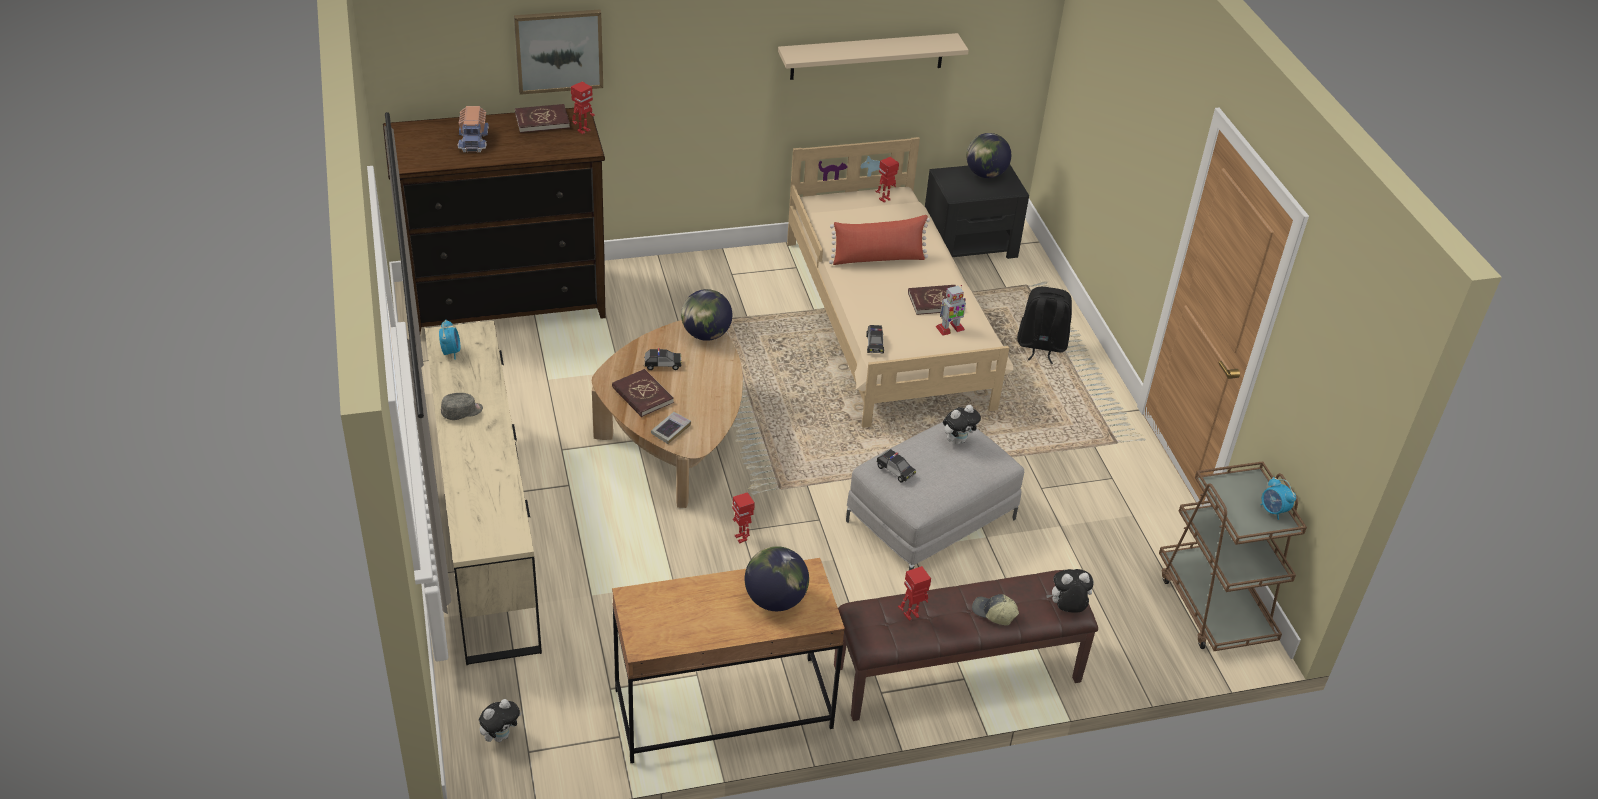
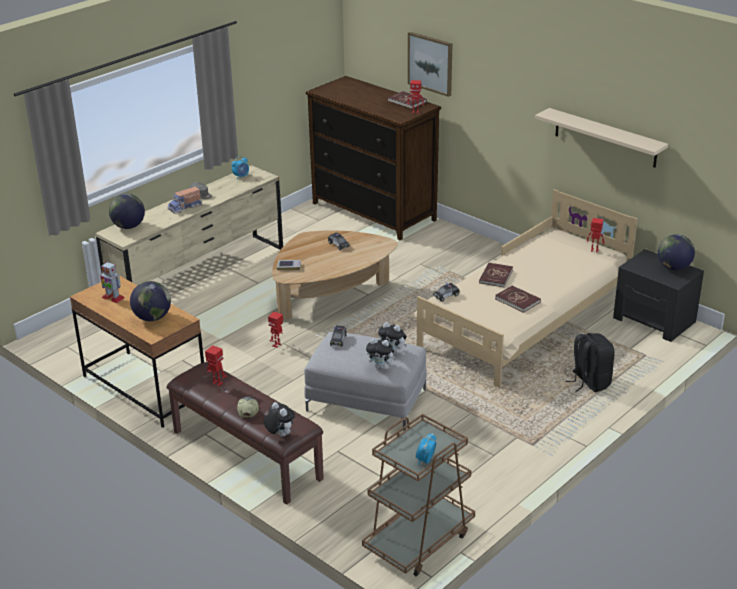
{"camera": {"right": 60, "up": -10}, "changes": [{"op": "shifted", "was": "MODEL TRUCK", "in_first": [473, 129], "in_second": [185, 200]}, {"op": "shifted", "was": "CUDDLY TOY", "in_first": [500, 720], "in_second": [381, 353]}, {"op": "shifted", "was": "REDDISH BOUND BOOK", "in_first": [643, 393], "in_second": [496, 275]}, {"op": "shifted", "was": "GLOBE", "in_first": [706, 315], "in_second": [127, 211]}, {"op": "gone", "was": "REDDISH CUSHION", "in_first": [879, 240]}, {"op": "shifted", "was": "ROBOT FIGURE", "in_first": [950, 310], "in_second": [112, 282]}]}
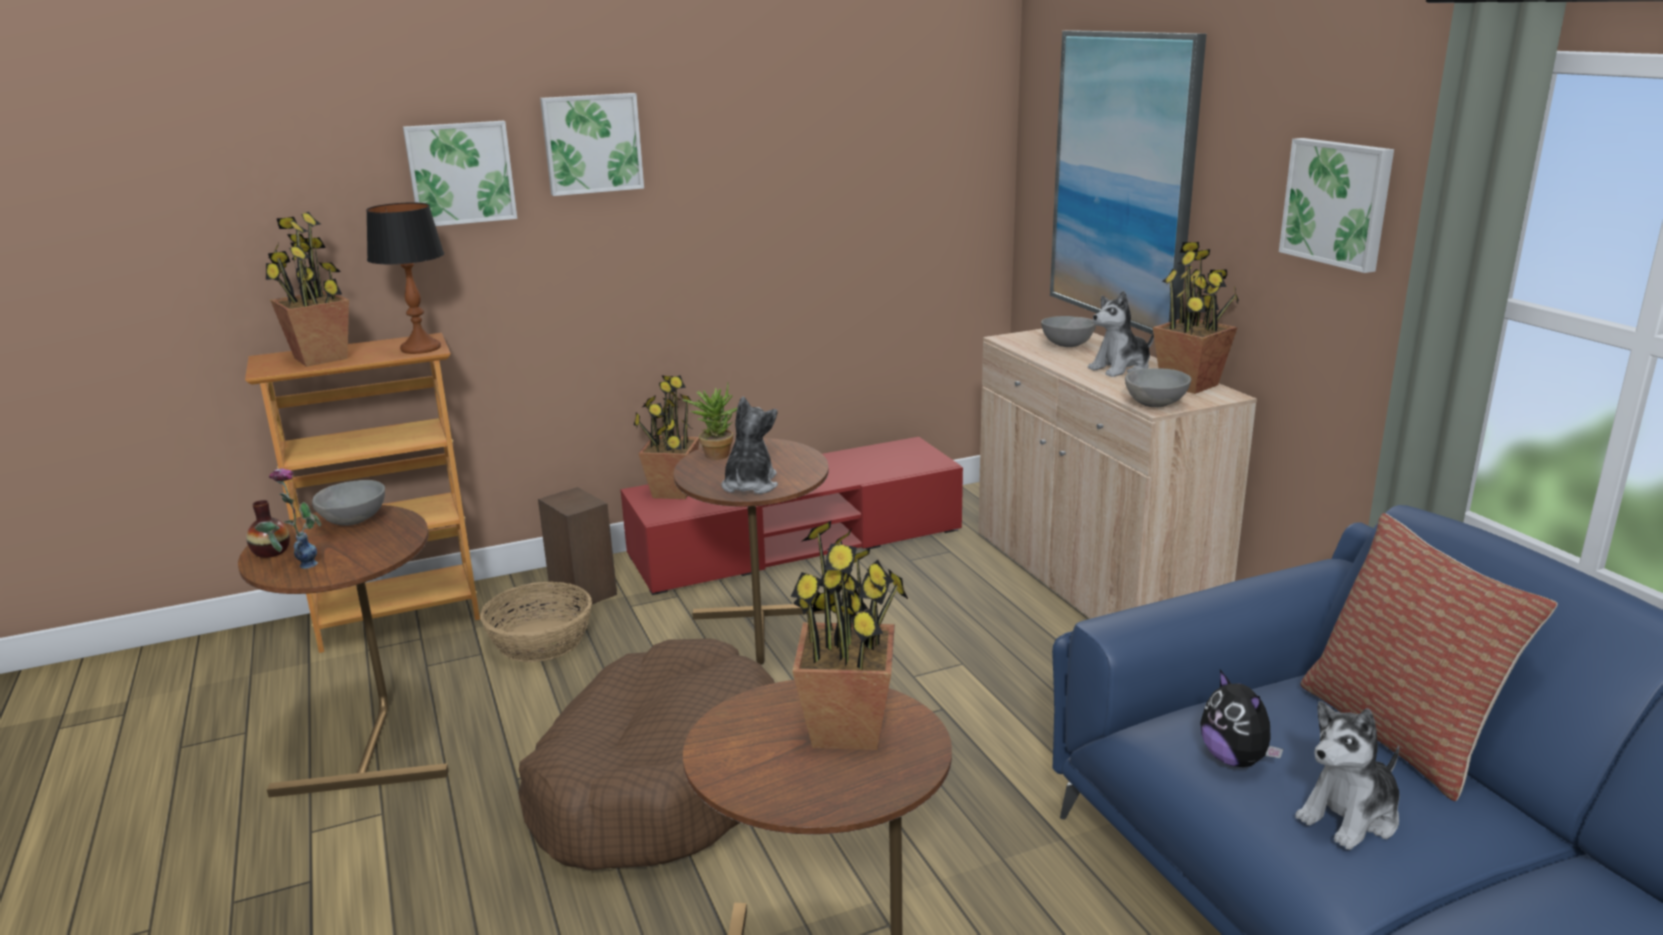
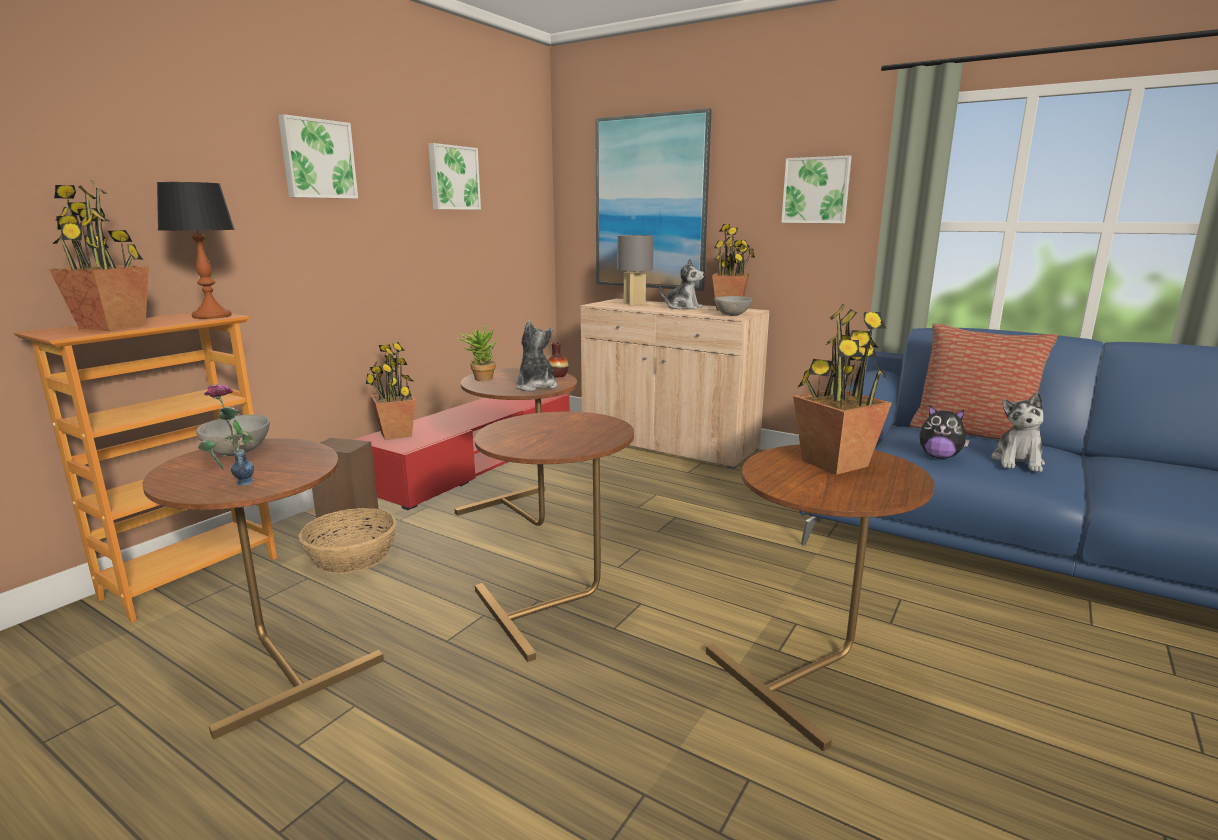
{"camera": {"right": -35, "up": -5}, "changes": [{"op": "shifted", "was": "VASE", "in_first": [268, 529], "in_second": [558, 360]}, {"op": "shifted", "was": "PICTURE", "in_first": [460, 173], "in_second": [454, 176]}, {"op": "swapped", "was": "BROWN DOG BED", "now": "BROWN SIDE TABLE", "in_first": [646, 754], "in_second": [554, 537]}, {"op": "swapped", "was": "GRAY BOWL", "now": "GRAY LAMP FOR A TABLE", "in_first": [1068, 331], "in_second": [635, 270]}, {"op": "rotated", "was": "CUDDLY TOY", "in_first": [1121, 334], "in_second": [682, 284], "clockwise": -90}]}
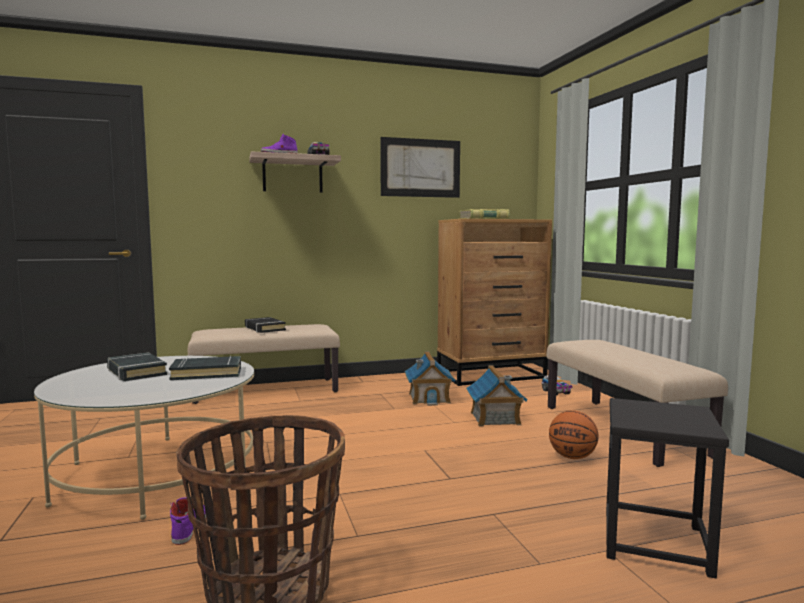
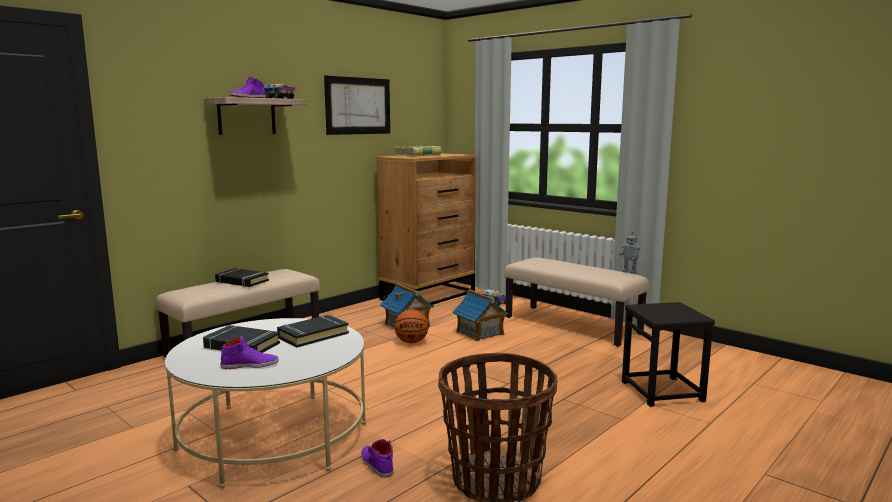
{"camera": {"right": -30, "up": 5}, "changes": [{"op": "shifted", "was": "BASKETBALL BALL", "in_first": [574, 434], "in_second": [411, 326]}, {"op": "new", "now": "PURPLE-COLOURED LOW SHOE", "in_second": [249, 352]}, {"op": "new", "now": "ROBOT FIGURE", "in_second": [629, 253]}]}
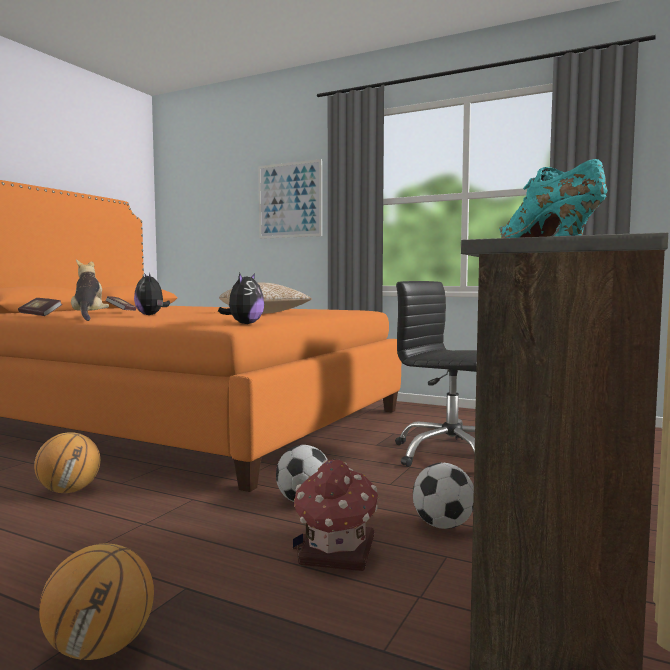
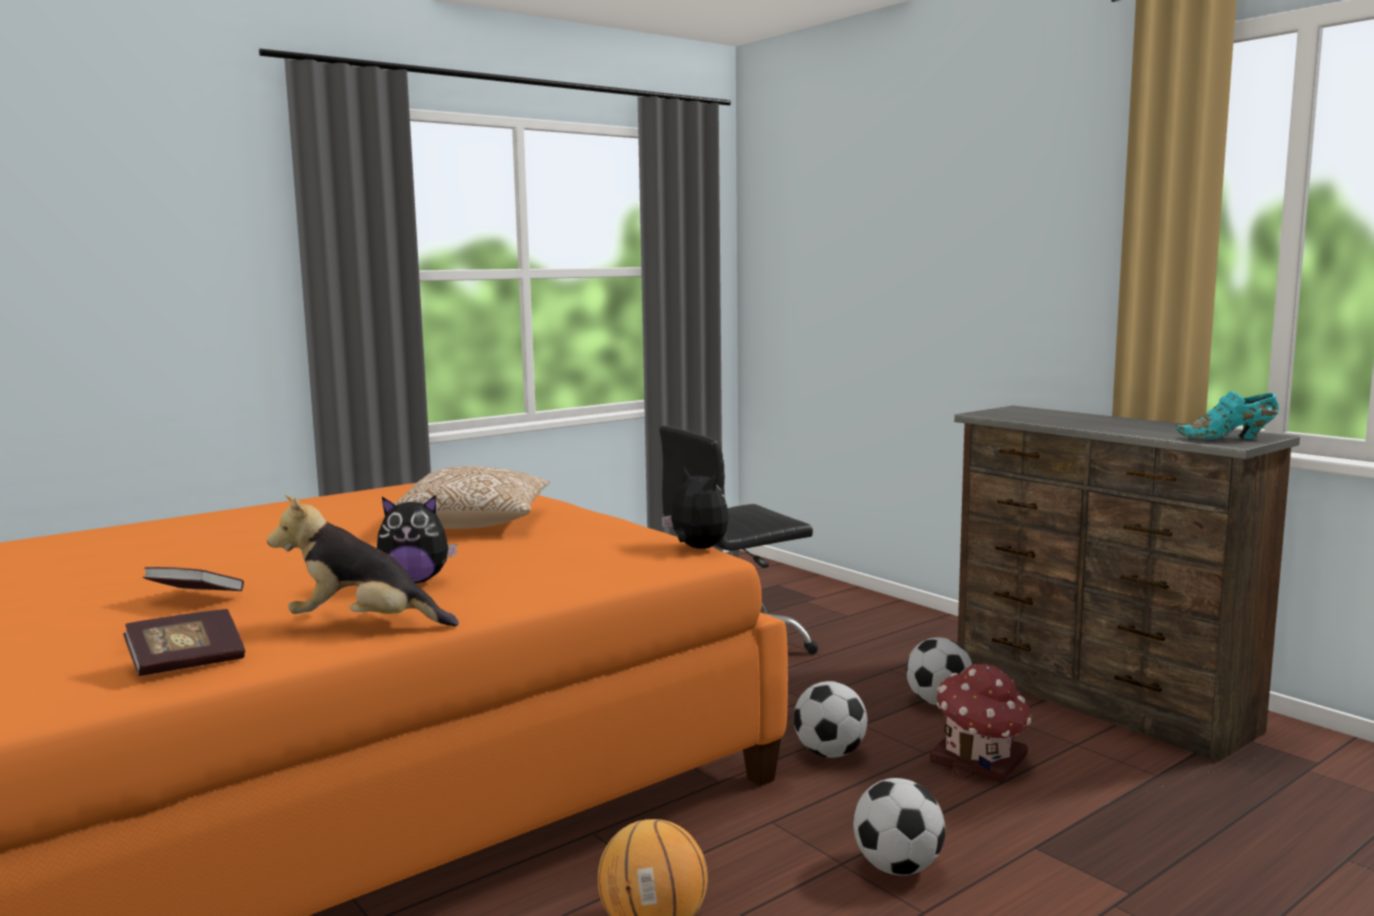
{"camera": {"right": -65, "up": 5}, "changes": [{"op": "gone", "was": "BASKETBALL BALL", "in_first": [96, 602]}, {"op": "gone", "was": "PICTURE", "in_first": [290, 199]}, {"op": "new", "now": "BALL FOR FOOTBALL", "in_second": [899, 827]}]}
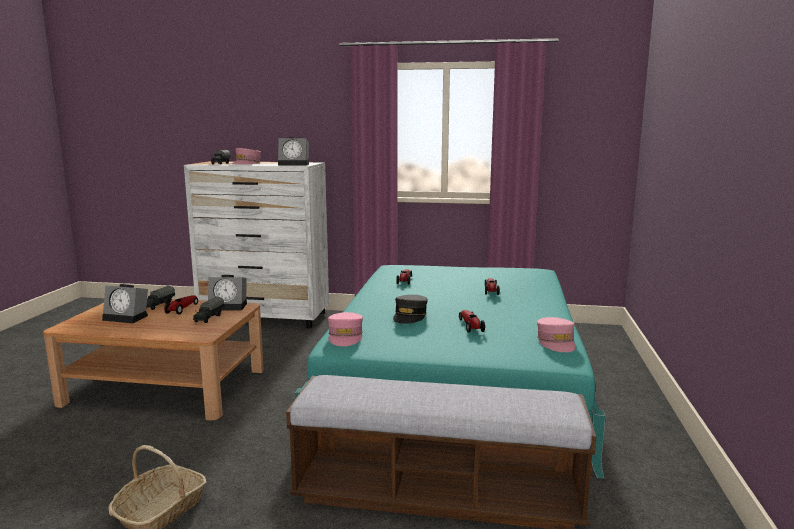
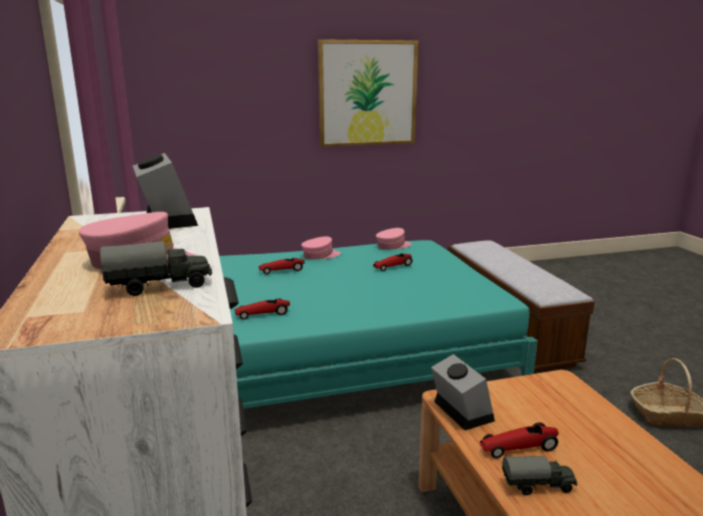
{"camera": {"right": -115, "up": 5}, "changes": [{"op": "gone", "was": "ALARM CLOCK", "in_first": [125, 303]}, {"op": "gone", "was": "MODEL TRUCK", "in_first": [208, 310]}, {"op": "shifted", "was": "PINK CAP", "in_first": [345, 329], "in_second": [321, 248]}, {"op": "gone", "was": "GRAY CAP", "in_first": [410, 309]}, {"op": "new", "now": "PICTURE", "in_second": [368, 93]}]}
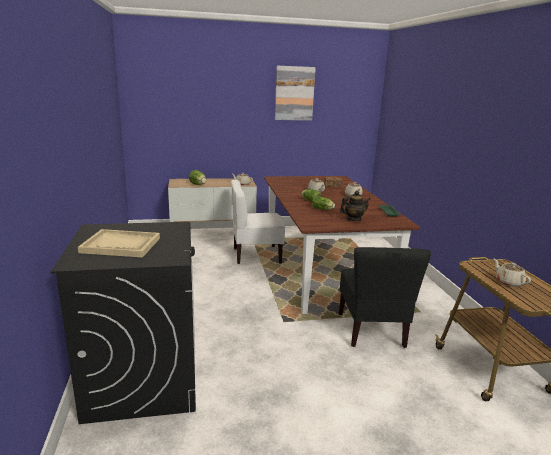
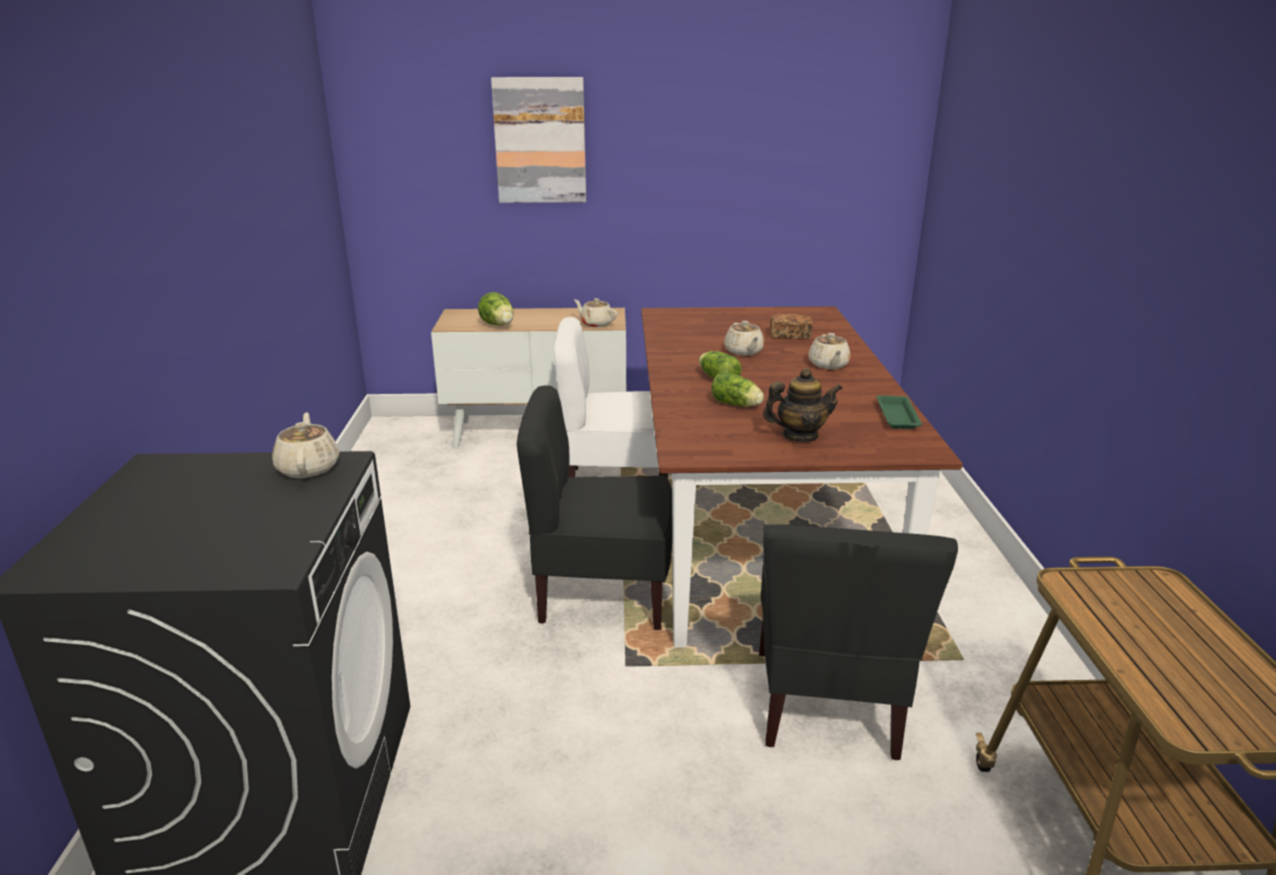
{"camera": {"right": 10, "up": 5}, "changes": [{"op": "gone", "was": "BEIGE CARRYING TRAY", "in_first": [119, 243]}, {"op": "shifted", "was": "PICTURE", "in_first": [295, 93], "in_second": [538, 140]}, {"op": "shifted", "was": "BEIGE TEAPOT", "in_first": [512, 272], "in_second": [305, 445]}, {"op": "new", "now": "BLACKISH PLAIN CHAIR", "in_second": [595, 507]}]}
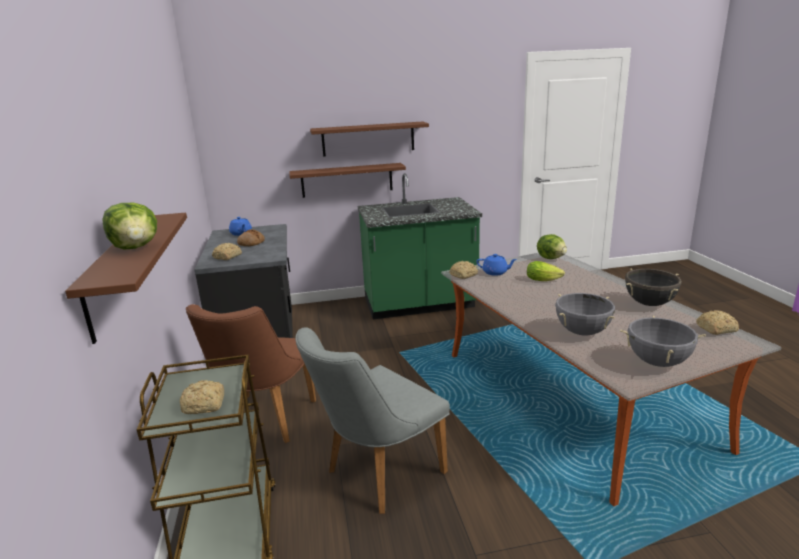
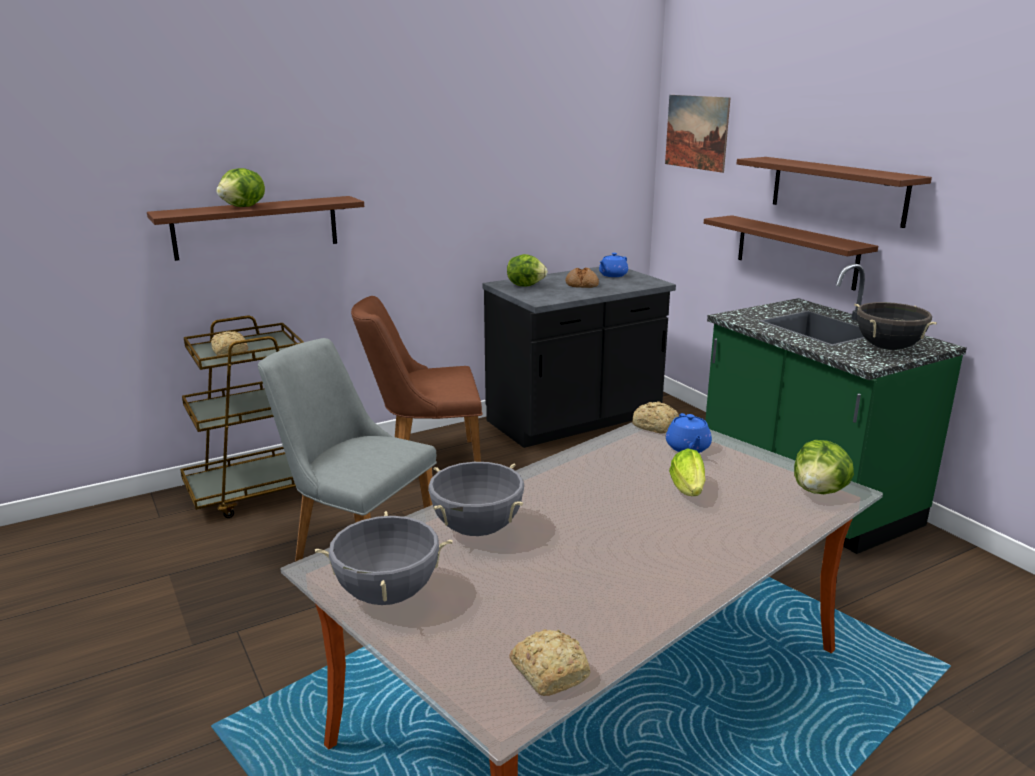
{"camera": {"right": 70, "up": 0}, "changes": [{"op": "swapped", "was": "BREAD", "now": "LETTUCE HEAD", "in_first": [227, 251], "in_second": [527, 270]}, {"op": "shifted", "was": "BLACKISH COOKING POT", "in_first": [653, 287], "in_second": [895, 326]}, {"op": "new", "now": "PICTURE", "in_second": [698, 134]}]}
